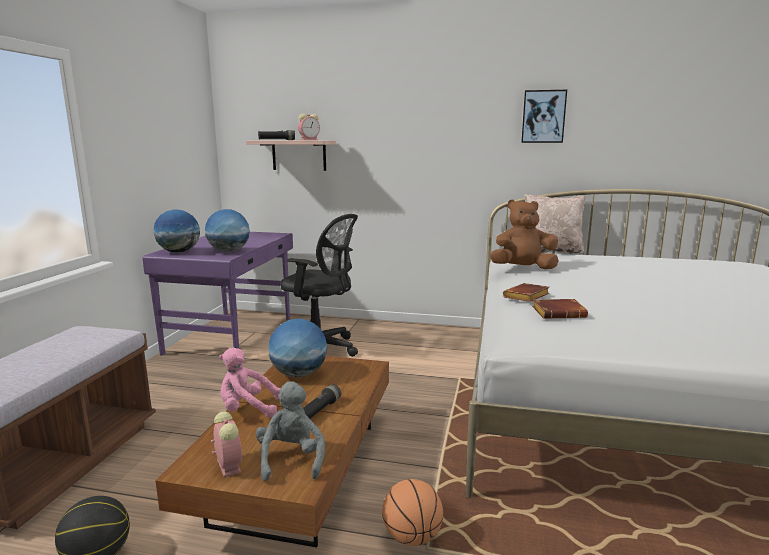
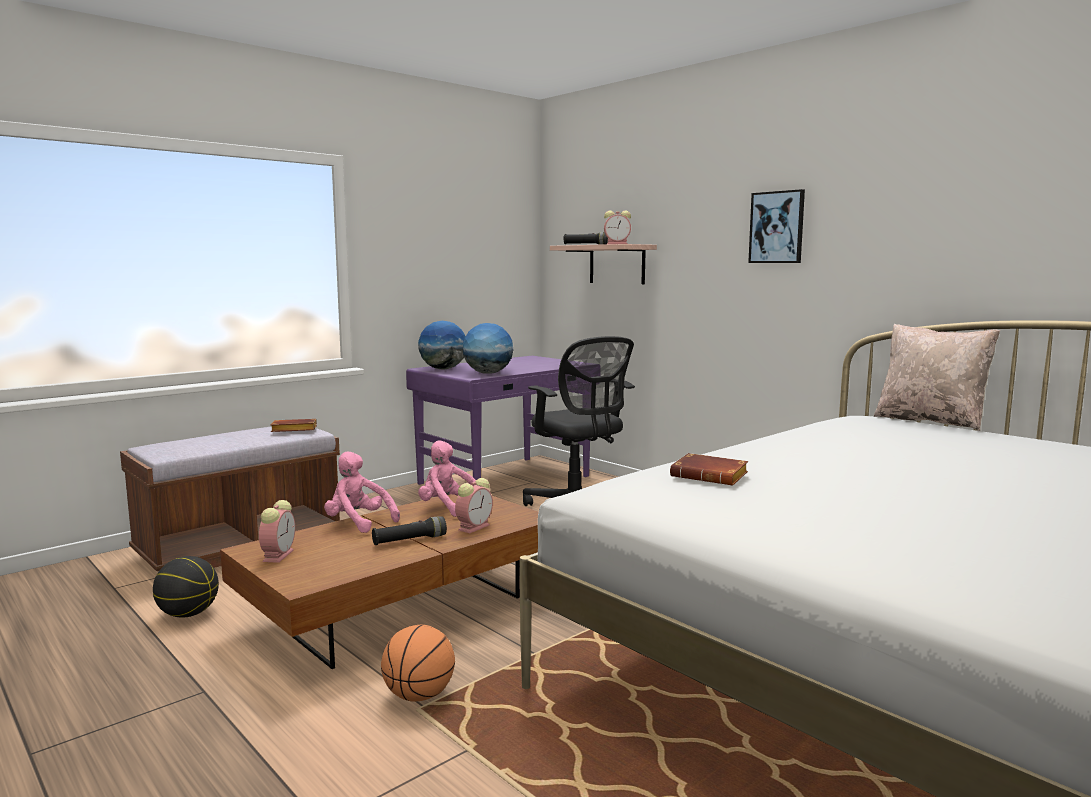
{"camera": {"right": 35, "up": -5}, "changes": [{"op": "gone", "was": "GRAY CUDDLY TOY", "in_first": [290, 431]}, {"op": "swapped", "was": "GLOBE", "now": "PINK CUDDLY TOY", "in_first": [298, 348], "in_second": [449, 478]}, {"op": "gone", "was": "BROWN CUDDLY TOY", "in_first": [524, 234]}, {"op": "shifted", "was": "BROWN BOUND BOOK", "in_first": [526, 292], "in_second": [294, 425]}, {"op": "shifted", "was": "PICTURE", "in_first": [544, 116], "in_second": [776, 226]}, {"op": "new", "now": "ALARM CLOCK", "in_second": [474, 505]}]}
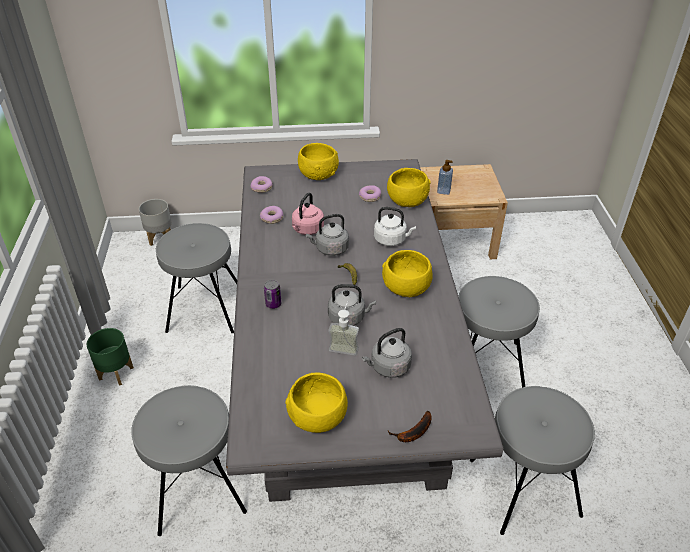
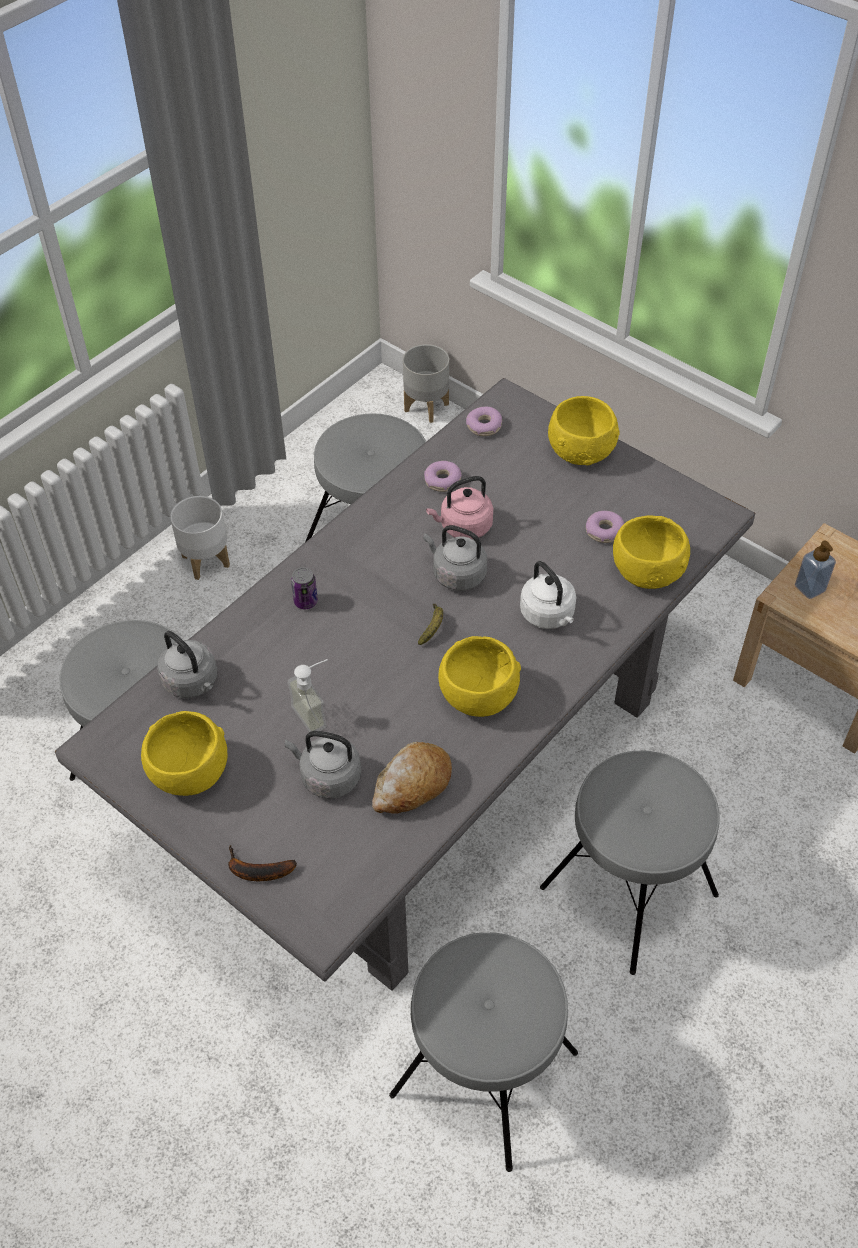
{"camera": {"right": 45, "up": 10}, "changes": [{"op": "repainted", "was": "GREEN-COLOURED FLOWER POT", "now": "WHITE FLOWER POT", "in_first": [110, 357], "in_second": [200, 538]}, {"op": "shifted", "was": "GRAY WATER KETTLE", "in_first": [352, 305], "in_second": [187, 664]}, {"op": "new", "now": "BREAD", "in_second": [412, 778]}]}
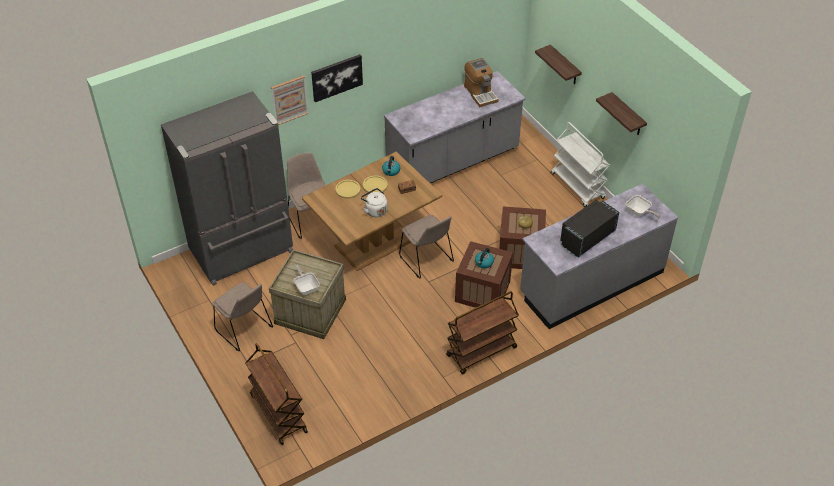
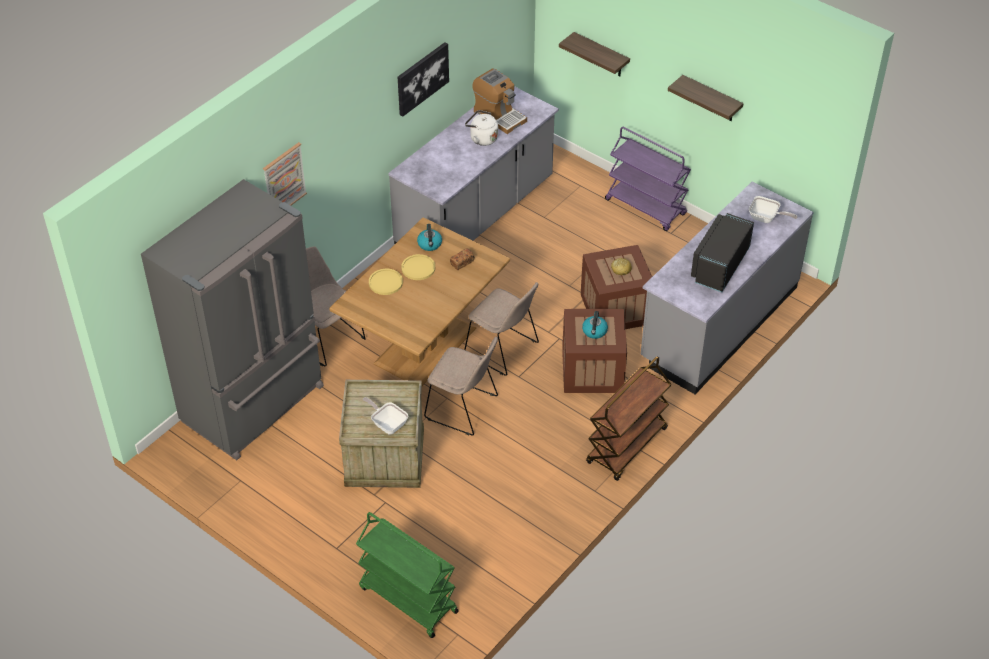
{"camera": {"right": -20, "up": 0}, "changes": [{"op": "shifted", "was": "BEIGE PLAIN CHAIR", "in_first": [242, 317], "in_second": [461, 386]}, {"op": "repainted", "was": "BROWN WHEELED CART", "now": "GREEN-COLOURED WHEELED CART", "in_first": [276, 394], "in_second": [407, 575]}, {"op": "shifted", "was": "PICTURE", "in_first": [337, 78], "in_second": [423, 79]}, {"op": "shifted", "was": "WHITE WATER KETTLE", "in_first": [374, 202], "in_second": [481, 128]}, {"op": "repainted", "was": "WHITE WHEELED CART", "now": "PURPLE-COLOURED WHEELED CART", "in_first": [580, 164], "in_second": [648, 179]}]}
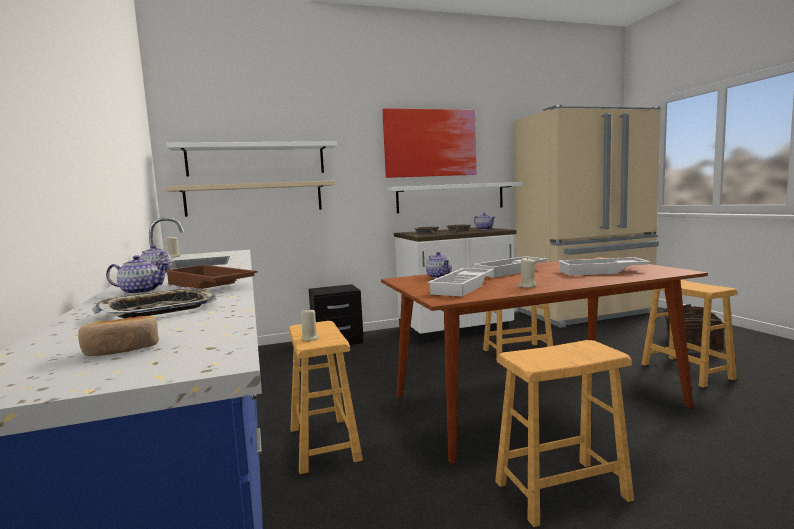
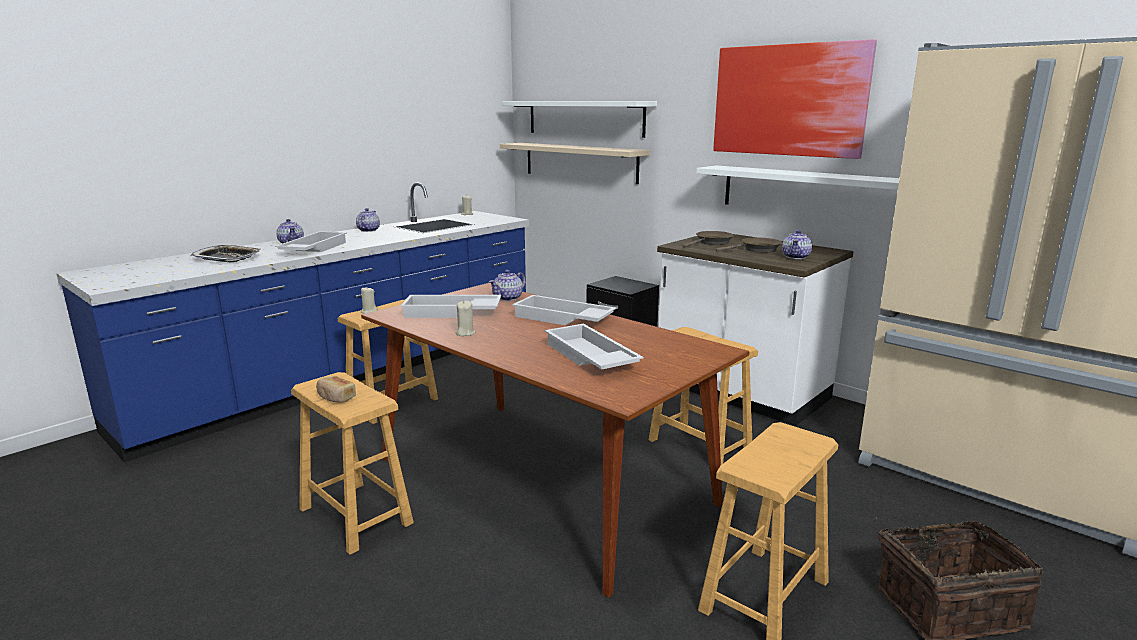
{"camera": {"right": 60, "up": 10}, "changes": [{"op": "shifted", "was": "BREAD", "in_first": [118, 336], "in_second": [336, 389]}, {"op": "repainted", "was": "BROWN CARRYING TRAY", "now": "WHITE CARRYING TRAY", "in_first": [211, 277], "in_second": [311, 241]}]}
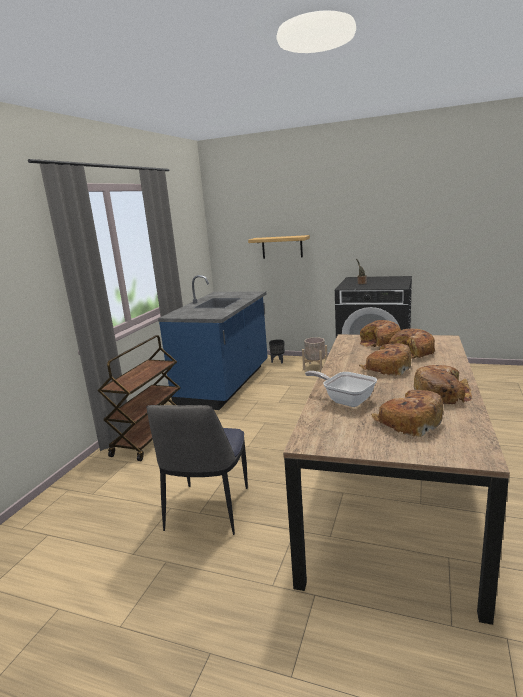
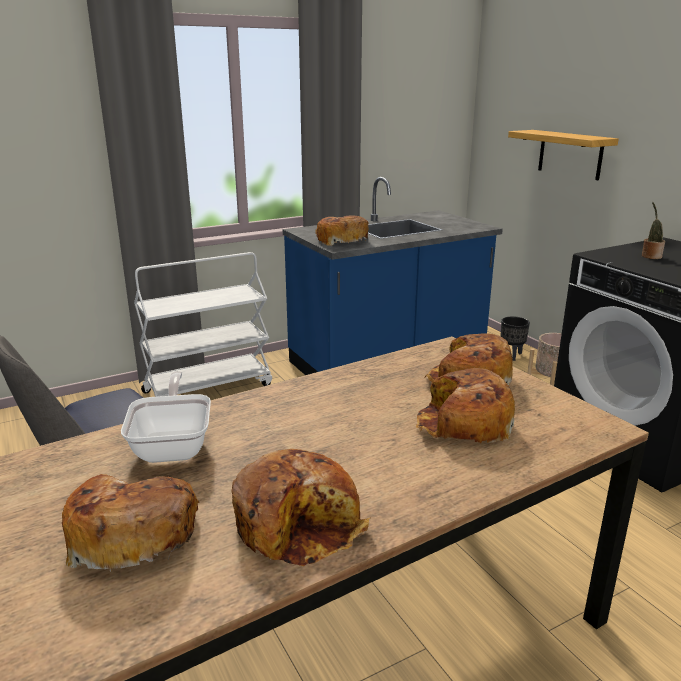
{"camera": {"right": 40, "up": 5}, "changes": [{"op": "repainted", "was": "BROWN WHEELED CART", "now": "WHITE WHEELED CART", "in_first": [139, 398], "in_second": [203, 324]}, {"op": "shifted", "was": "BREAD", "in_first": [385, 359], "in_second": [342, 230]}]}
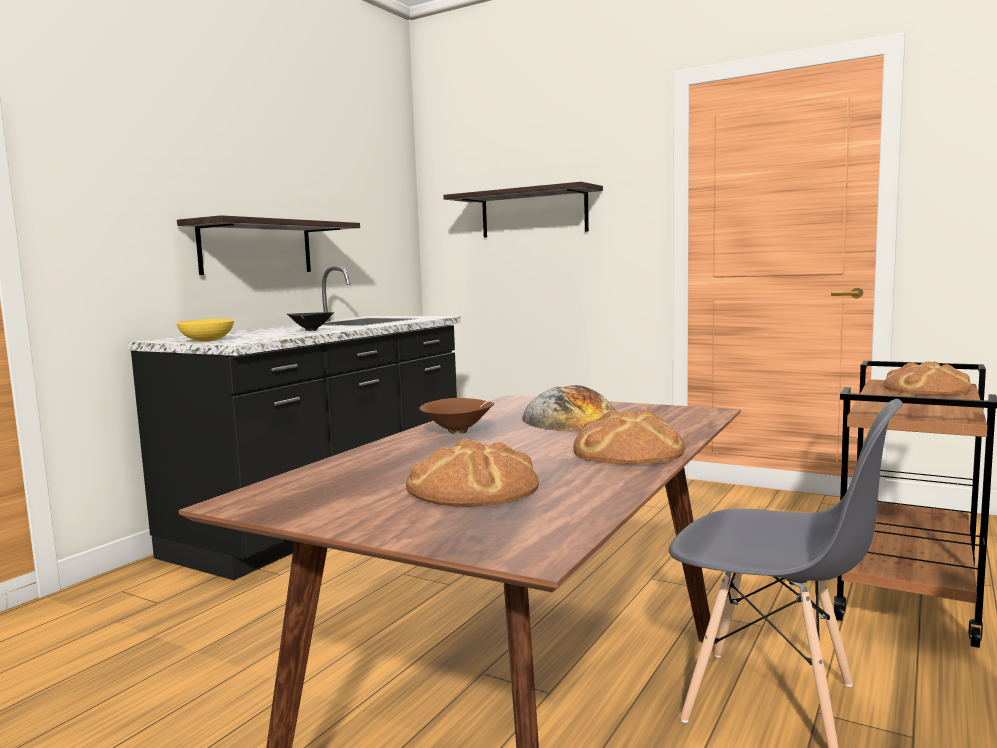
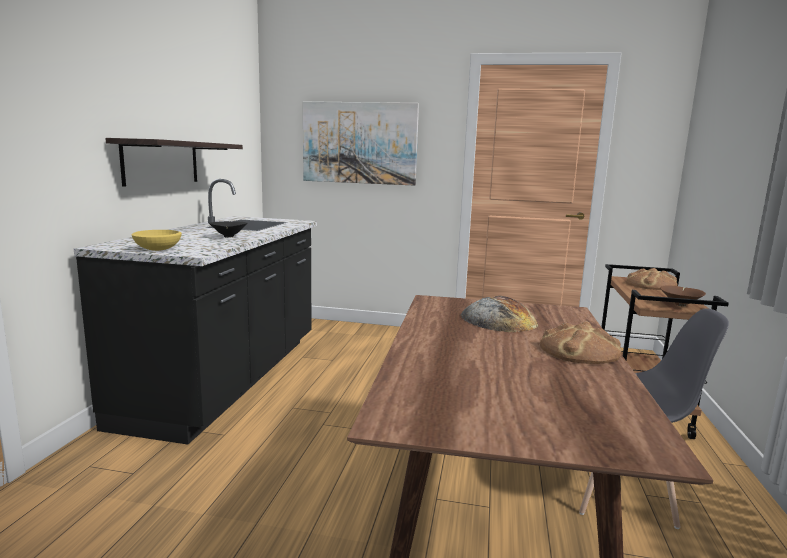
{"camera": {"right": -20, "up": 5}, "changes": [{"op": "gone", "was": "BREAD", "in_first": [472, 472]}, {"op": "shifted", "was": "BROWN BOWL", "in_first": [456, 416], "in_second": [683, 296]}, {"op": "swapped", "was": "WALL SHELF", "now": "PICTURE", "in_first": [523, 210], "in_second": [361, 143]}]}
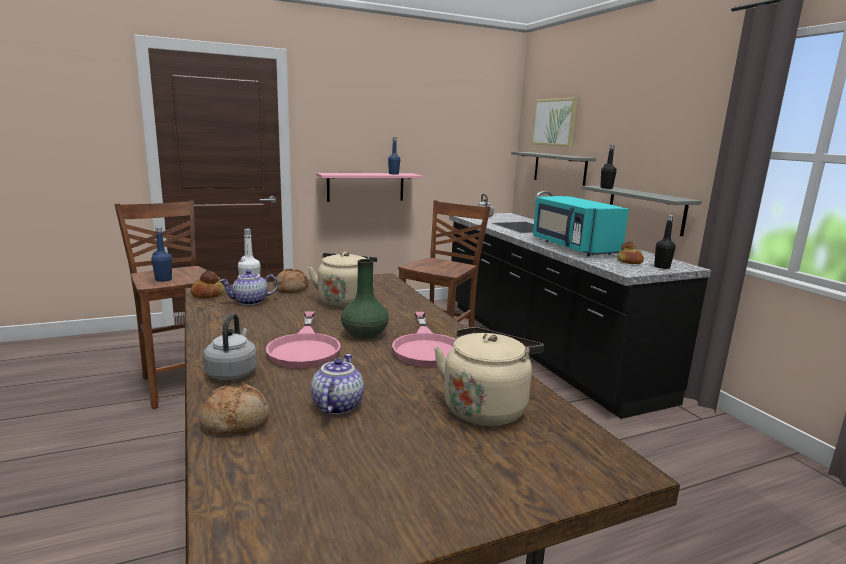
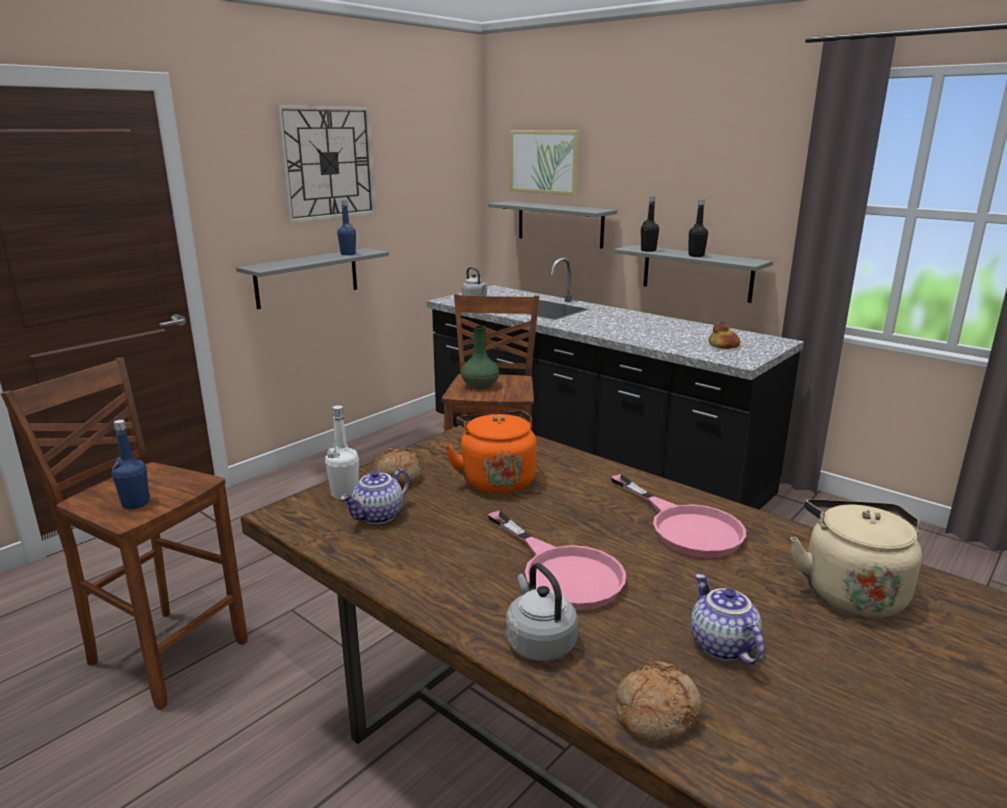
{"camera": {"right": -25, "up": 5}, "changes": [{"op": "gone", "was": "BREAD", "in_first": [208, 285]}, {"op": "repainted", "was": "BEIGE WATER KETTLE", "now": "ORANGEY WATER KETTLE", "in_first": [342, 280], "in_second": [491, 452]}, {"op": "repainted", "was": "PINK WALL SHELF", "now": "GRAY WALL SHELF", "in_first": [369, 187], "in_second": [312, 278]}, {"op": "shifted", "was": "GREEN-COLOURED VASE", "in_first": [365, 299], "in_second": [480, 357]}, {"op": "gone", "was": "TURQUOISE-COLOURED MICROWAVE OVEN", "in_first": [581, 226]}, {"op": "shifted", "was": "BLACKISH BEVERAGE BOTTLE", "in_first": [665, 242], "in_second": [698, 228]}, {"op": "new", "now": "WALL CLOCK", "in_second": [325, 163]}]}
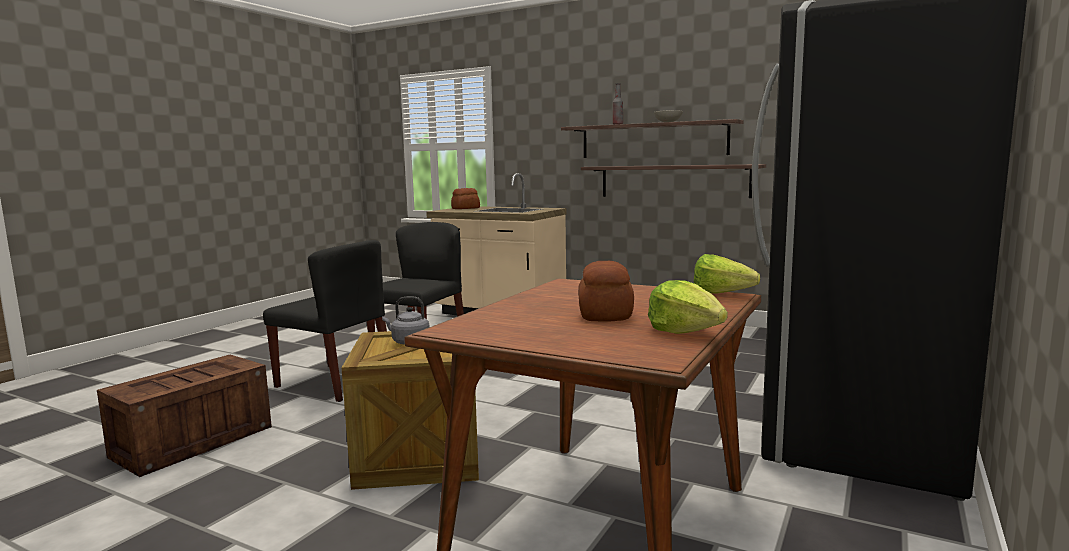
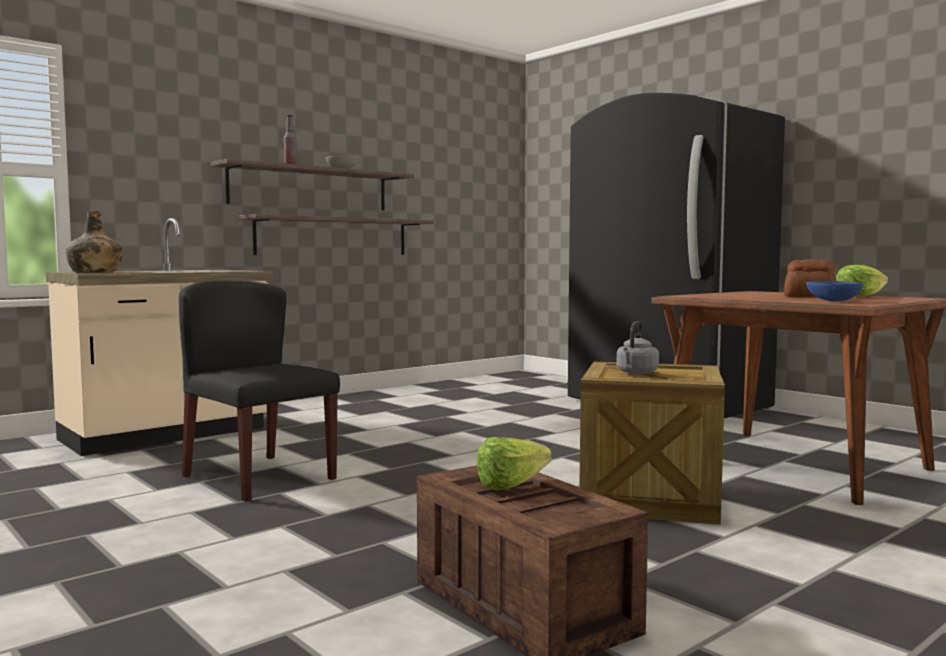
{"camera": {"right": -70, "up": -5}, "changes": [{"op": "gone", "was": "BLACKISH PLAIN CHAIR", "in_first": [325, 321]}, {"op": "swapped", "was": "BREAD", "now": "GREEN-COLOURED BEVERAGE BOTTLE", "in_first": [465, 198], "in_second": [94, 242]}, {"op": "shifted", "was": "LETTUCE HEAD", "in_first": [727, 274], "in_second": [514, 464]}, {"op": "new", "now": "BLUE BOWL", "in_second": [835, 291]}]}
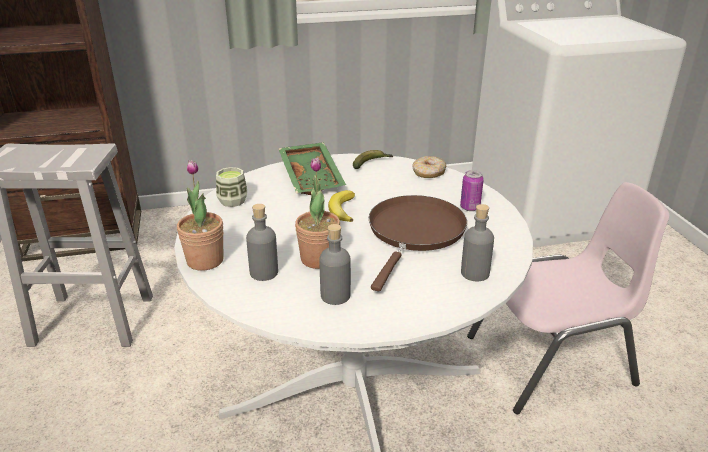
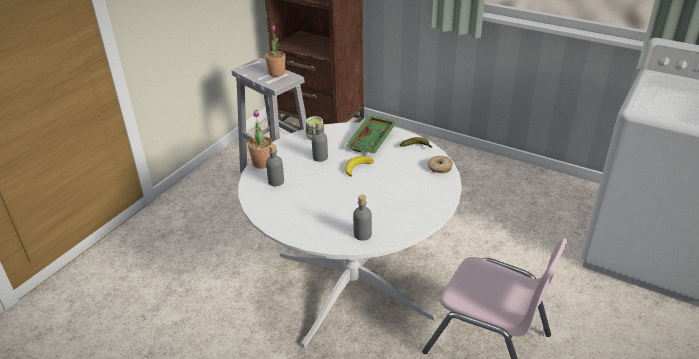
{"camera": {"right": 45, "up": 5}, "changes": [{"op": "shifted", "was": "HOUSEPLANT", "in_first": [317, 213], "in_second": [275, 51]}, {"op": "shifted", "was": "GRAY BEVERAGE BOTTLE", "in_first": [335, 264], "in_second": [320, 141]}, {"op": "gone", "was": "BROWN PAN", "in_first": [418, 243]}, {"op": "gone", "was": "CAN", "in_first": [472, 190]}]}
